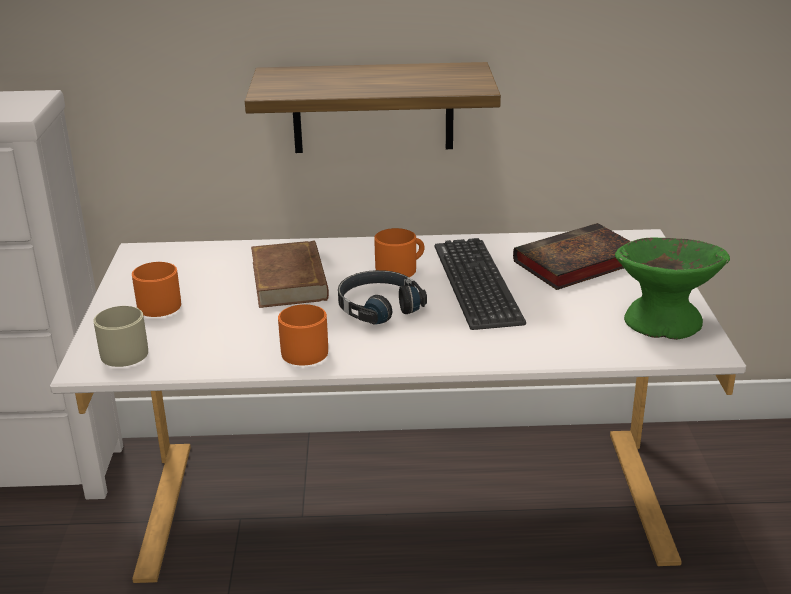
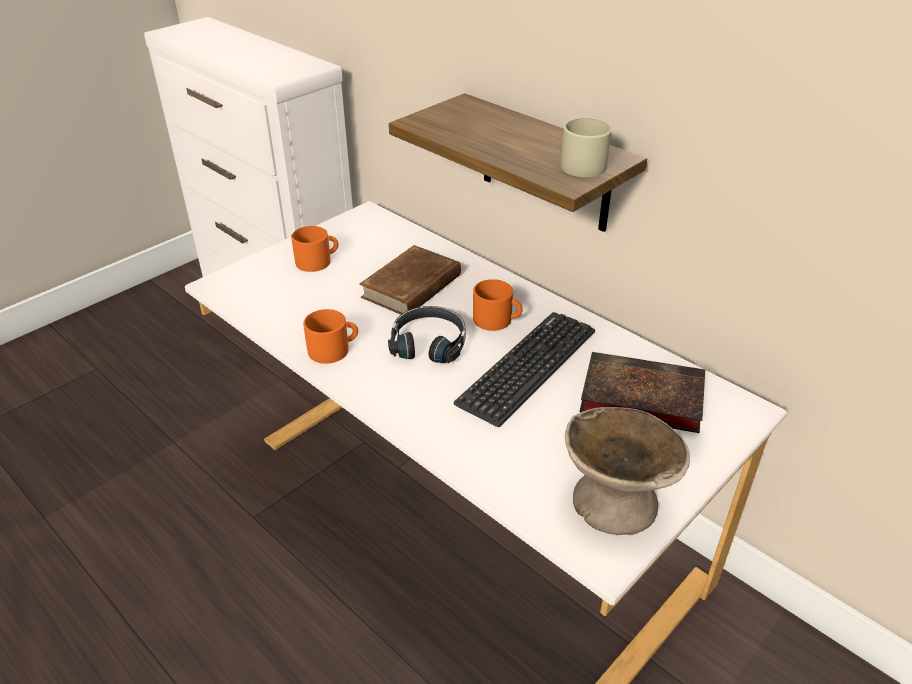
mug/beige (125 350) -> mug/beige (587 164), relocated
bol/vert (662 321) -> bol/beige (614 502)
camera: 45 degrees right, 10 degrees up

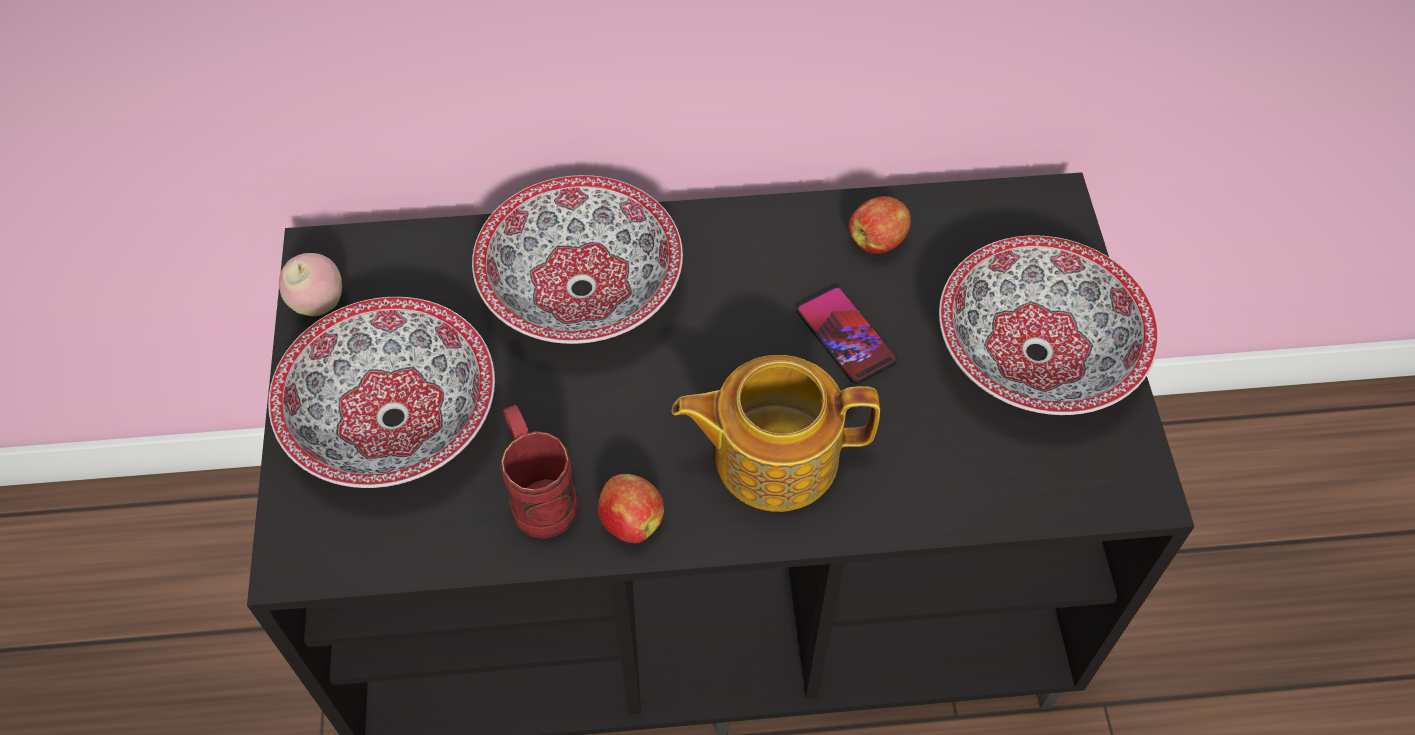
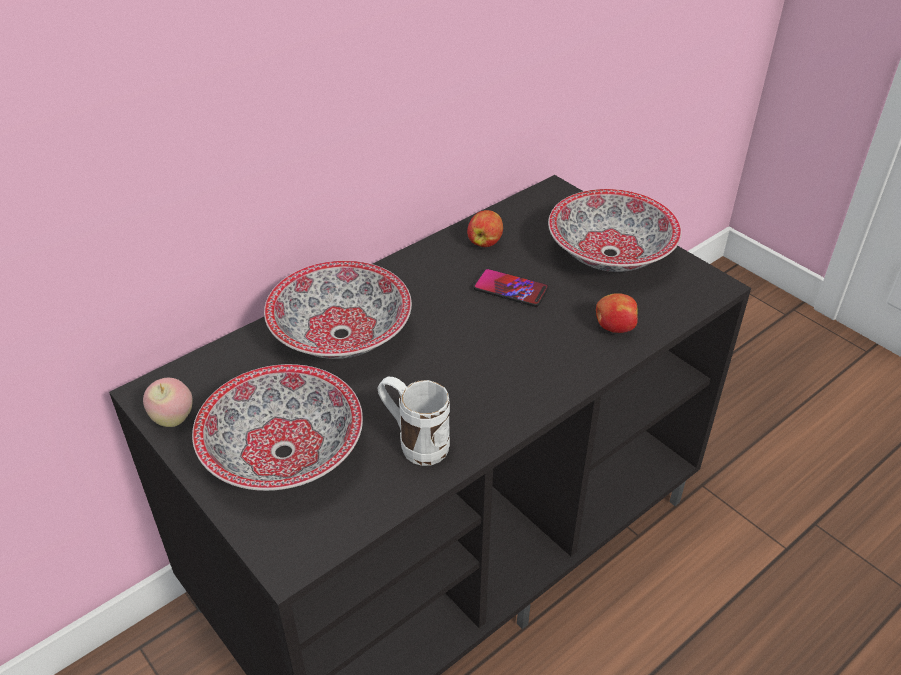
mug/rouge (539 495) -> mug/blanc (414 443)
pomme (630 521) -> pomme (614 327), relocated
théière (773 455) -> none
camera: 35 degrees left, 15 degrees down

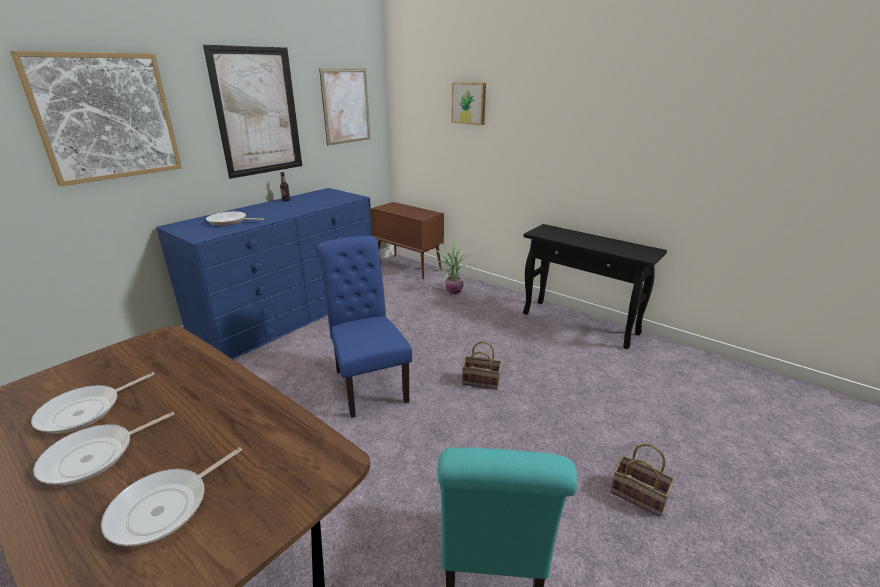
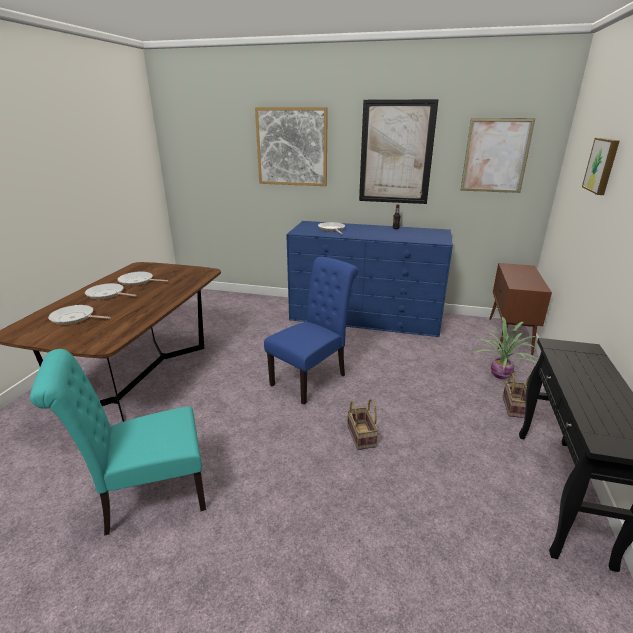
panier (640 495) -> panier (515 408), relocated
camera: 65 degrees right, 0 degrees up

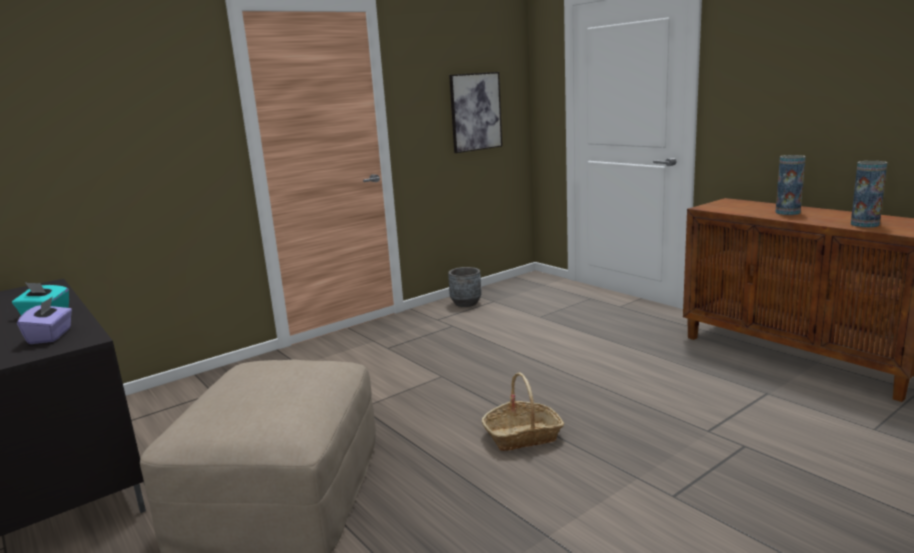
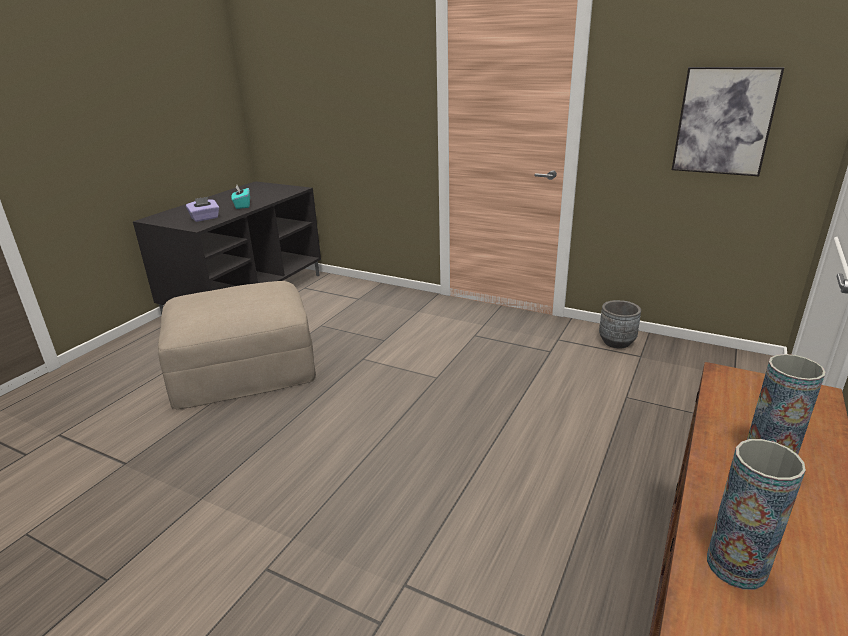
panier (523 436) -> none
camera: 65 degrees right, 10 degrees up

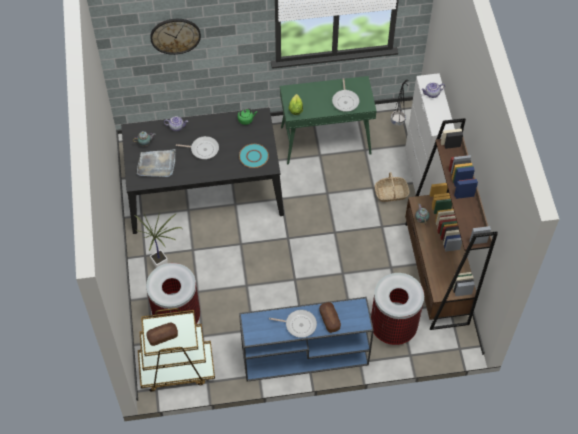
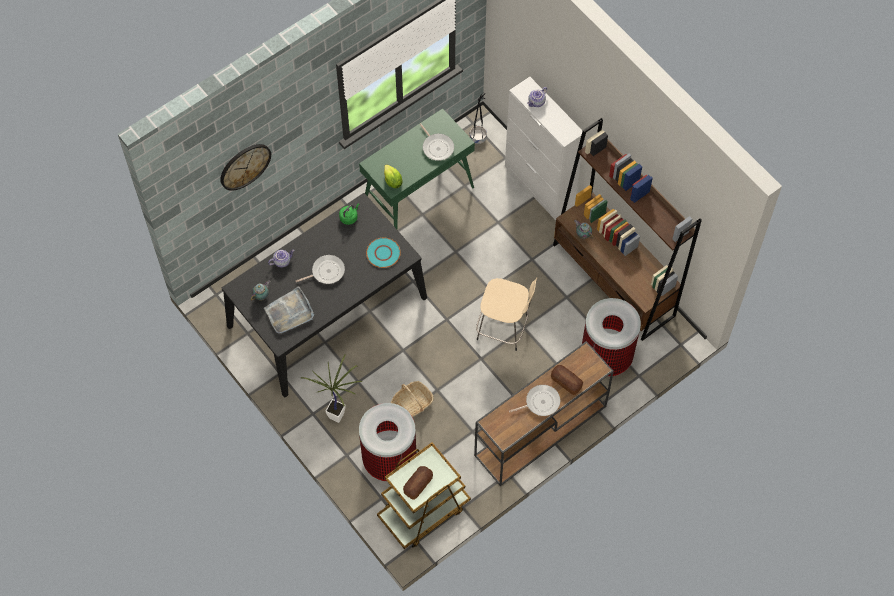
panier (391 193) -> panier (412 404), relocated
table console/bleu (303 357) -> table console/marron (539 432)
none -> tabouret/beige (504 328)
camera: 30 degrees left, 5 degrees up

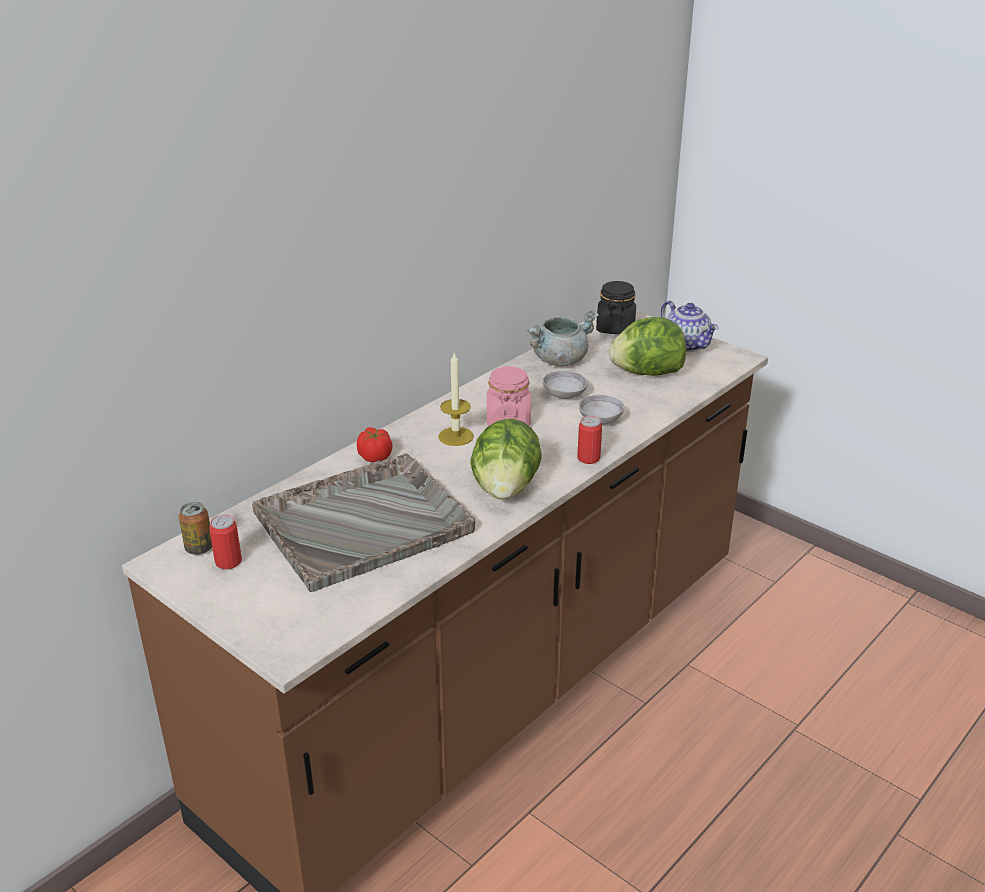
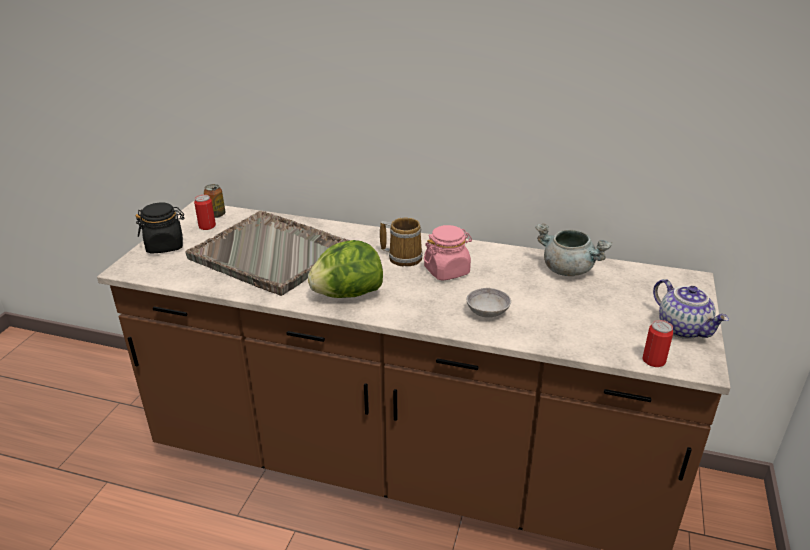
bocal/noir (615 328) -> bocal/noir (165 246), relocated
bougie (456 436) -> mug (403 257)
boîte métallique (588 458) -> boîte métallique (654 360), relocated
théière (687 345) -> théière (684 329), 60 degrees counterclockwise
tomate (375 456) -> none
bol/gris (564 395) -> none
laitue (646 373) -> none
camera: 65 degrees right, 0 degrees up

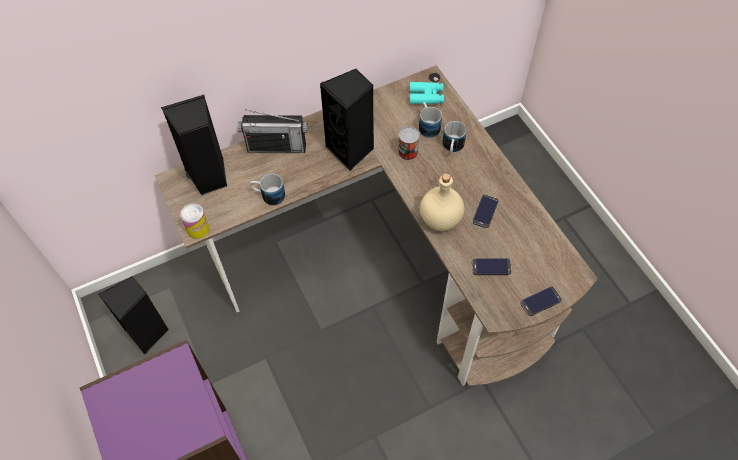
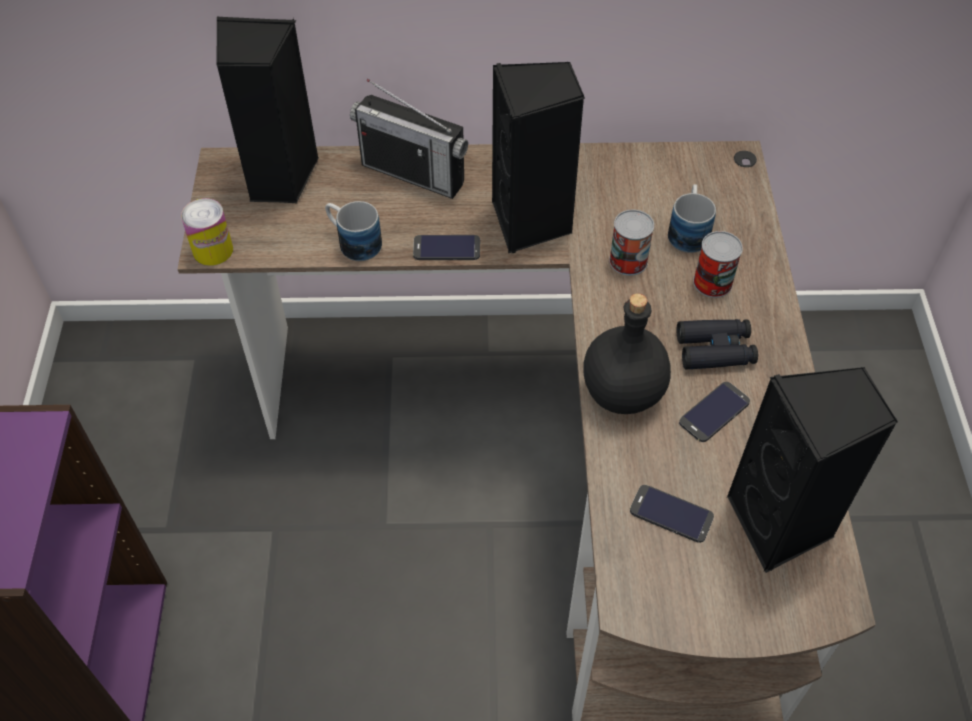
téléphone (540 301) -> téléphone (446 248), relocated
bouteille/beige (439 219) -> bouteille/noir (621 392)
none -> jumelles/noir (715 350)
mug (452 148) -> boîte métallique (712 282)
enceinte/noir (148 333) -> enceinte/noir (782 524), relocated
jumelles/turquoise (426 96) -> none
camera: 25 degrees right, 5 degrees down

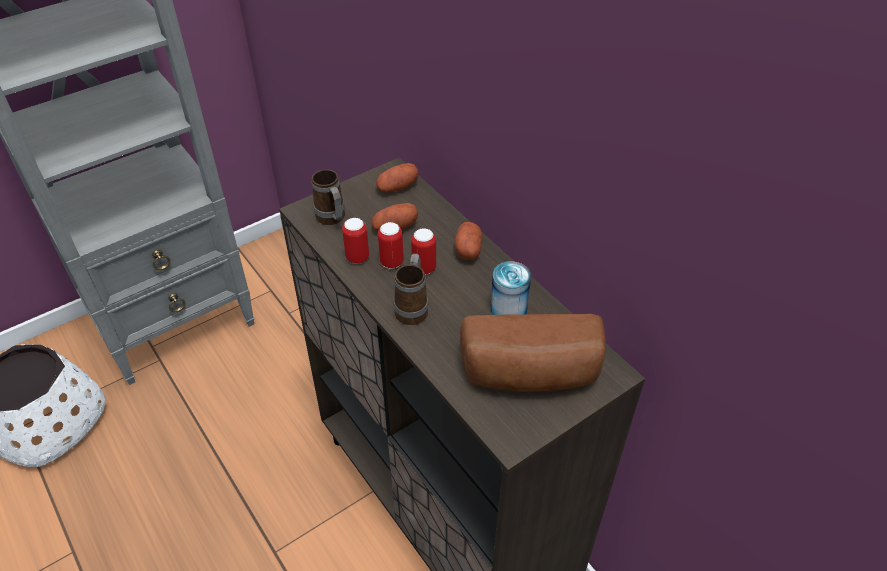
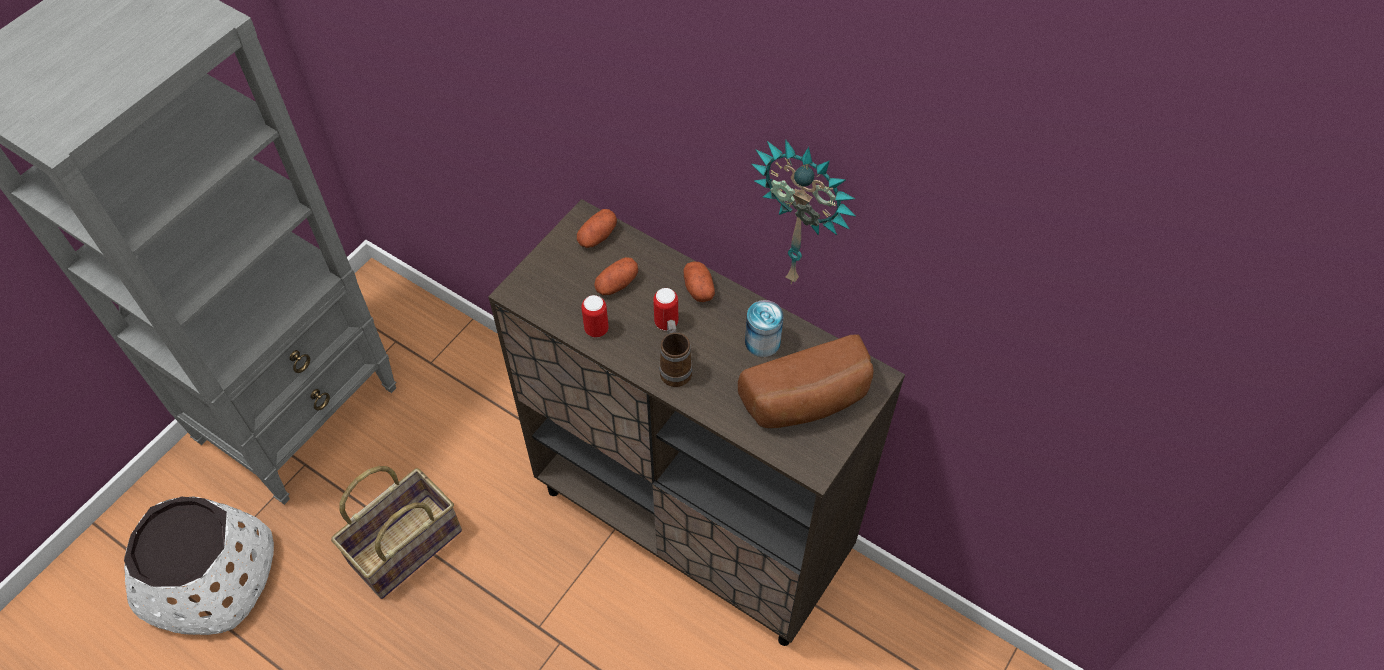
none -> panier (405 545)
none -> horloge murale (803 214)
mug (332 220) -> none
boîte métallique (392 262) -> none
camera: 20 degrees left, 10 degrees up

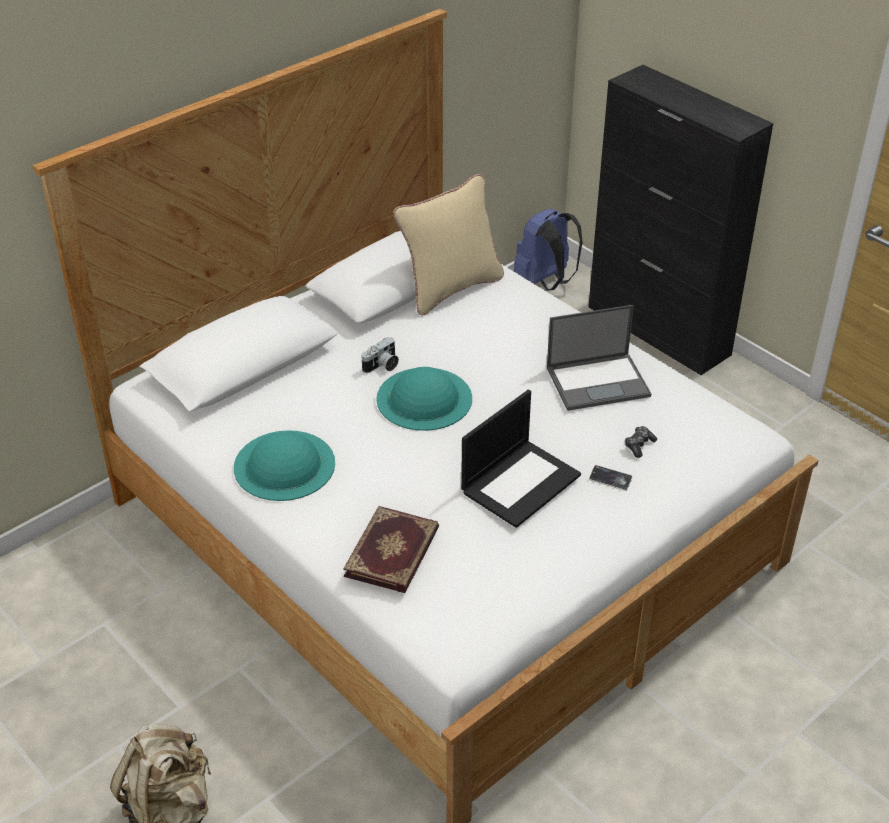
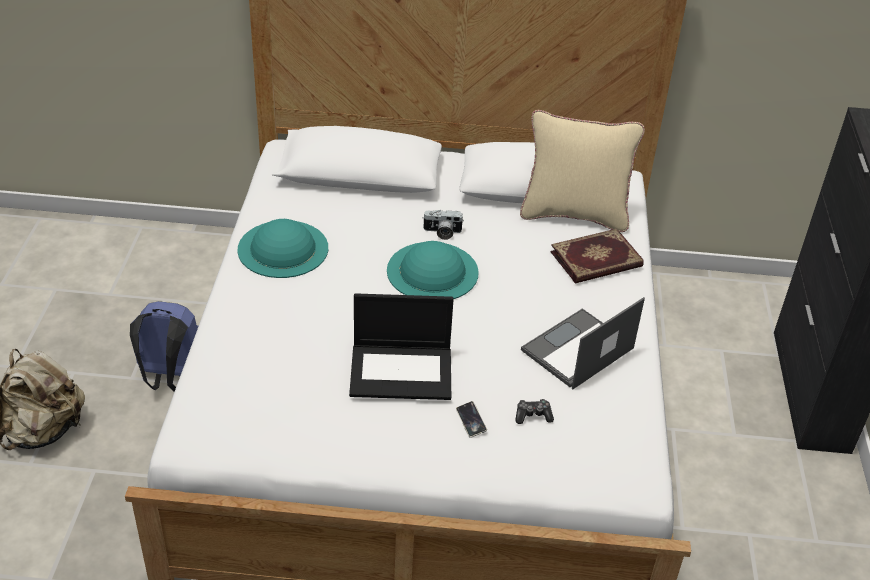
sac à dos/bleu (546 281) -> sac à dos/bleu (172 378), relocated
ordinateur portable (599 381) -> ordinateur portable (577 350), 105 degrees clockwise
livre (393 553) -> livre (596 260), relocated
camera: 45 degrees right, 0 degrees up

